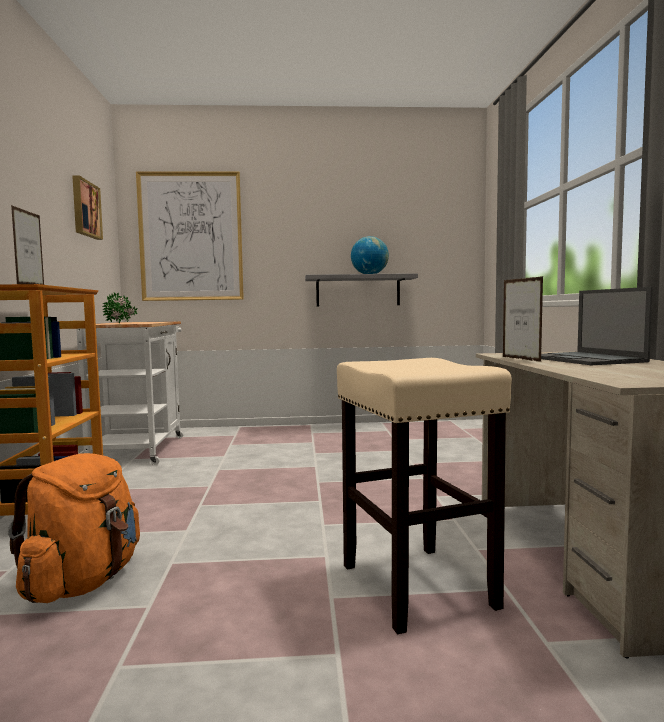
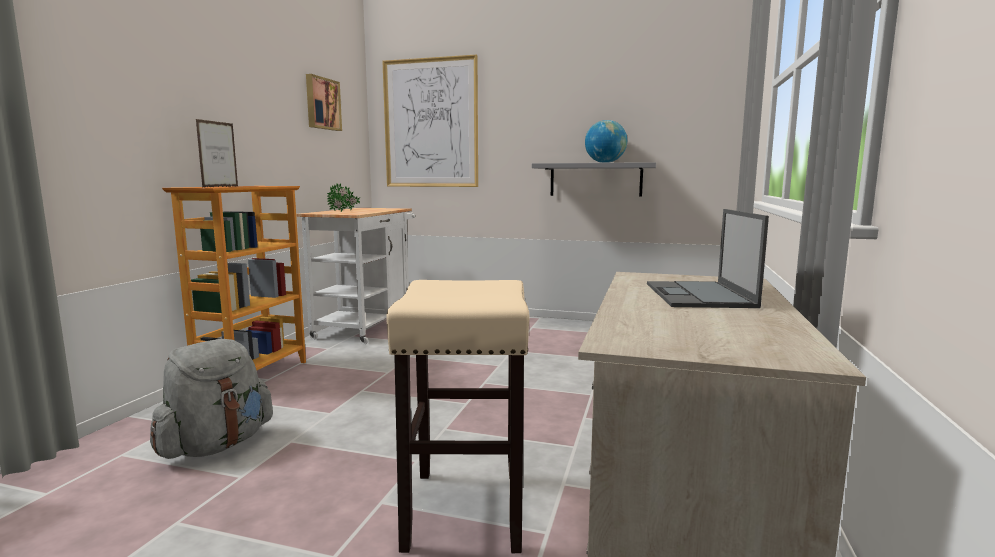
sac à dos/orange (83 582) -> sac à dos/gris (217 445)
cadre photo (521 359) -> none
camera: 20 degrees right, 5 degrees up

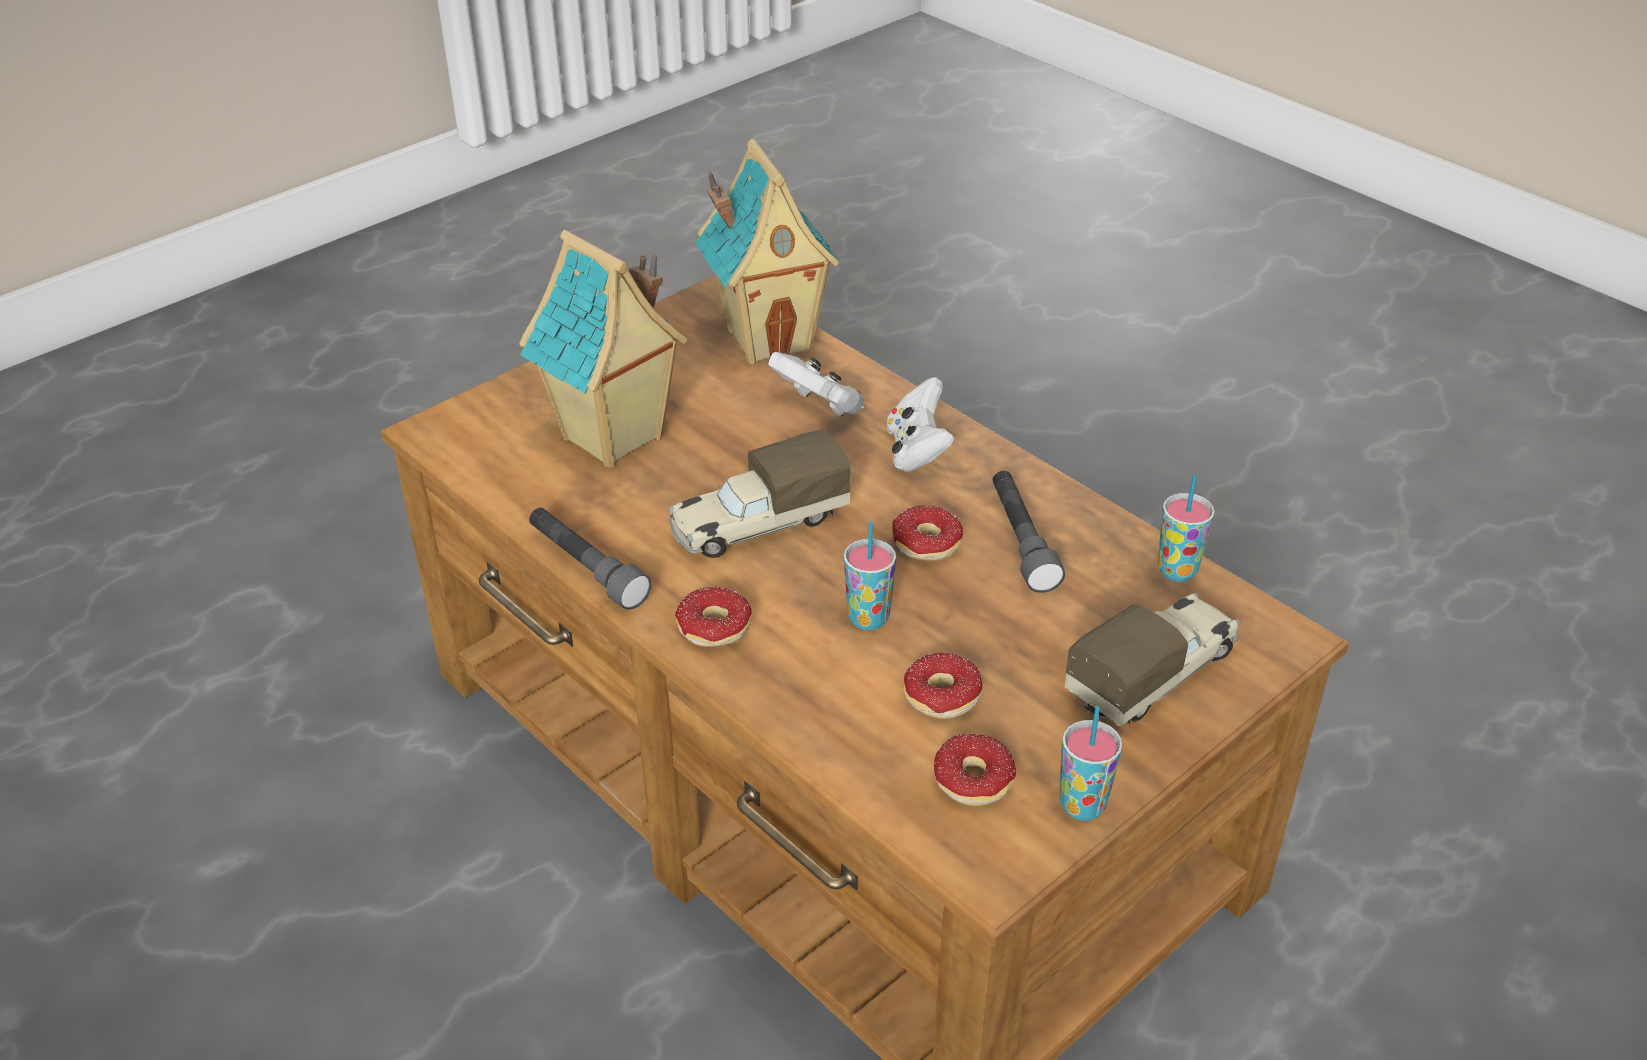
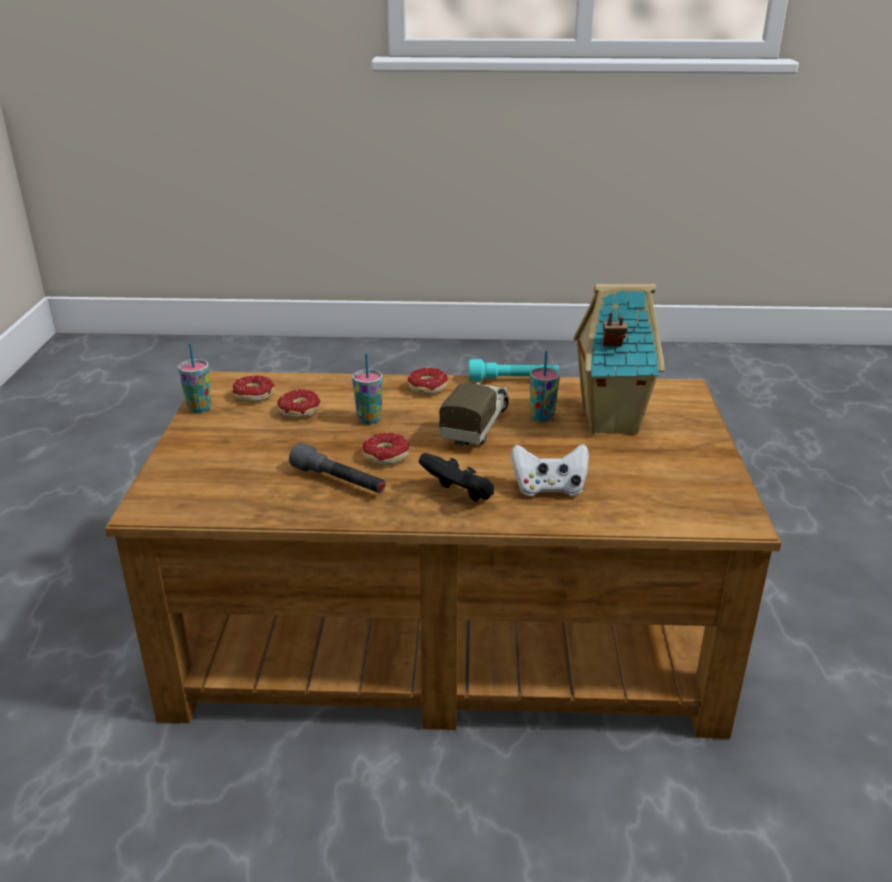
manette/blanc (917 451) -> manette/noir (459 495)
lampe de poche/gris (587 568) -> lampe de poche/turquoise (513 380)
tasse (1177 571) -> tasse (542 417), relocated
maison miniature (770 339) -> none
camion jouet (1153 675) -> none
camera: 135 degrees right, 10 degrees down

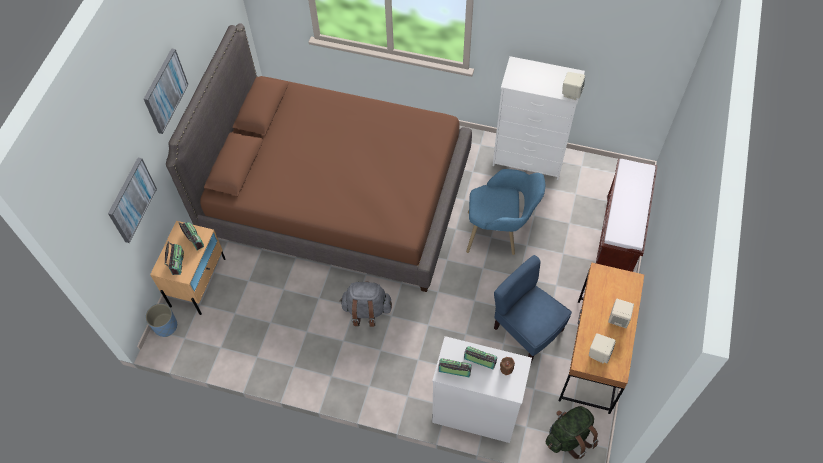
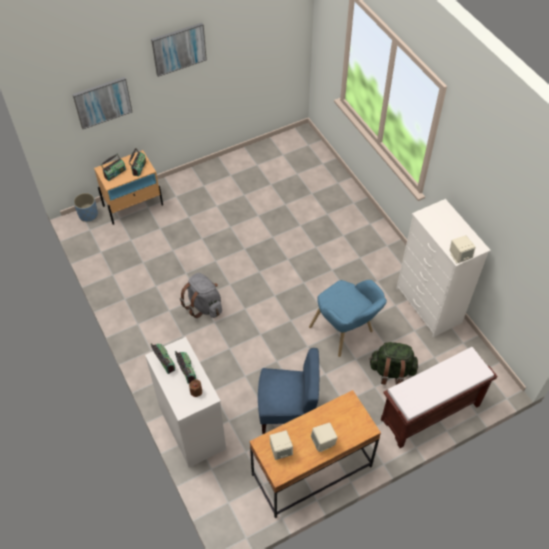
chaise/bleu (527 330) -> chaise/bleu (287 411), 90 degrees clockwise
sac à dos/vert (569 437) -> sac à dos/vert (391 371), relocated
lit/marron (337 196) -> none
camera: 45 degrees right, 5 degrees down

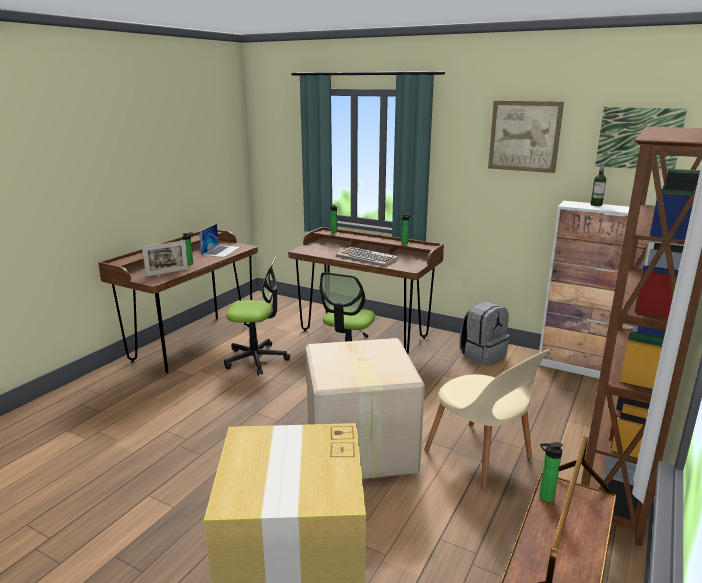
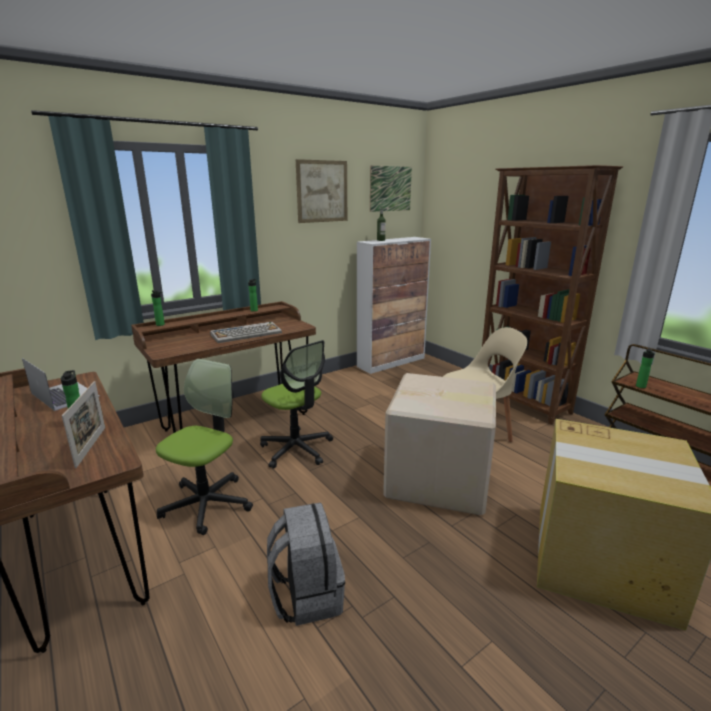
sac à dos/gris (482 355) -> sac à dos/gris (306 595), relocated
camera: 65 degrees left, 0 degrees up

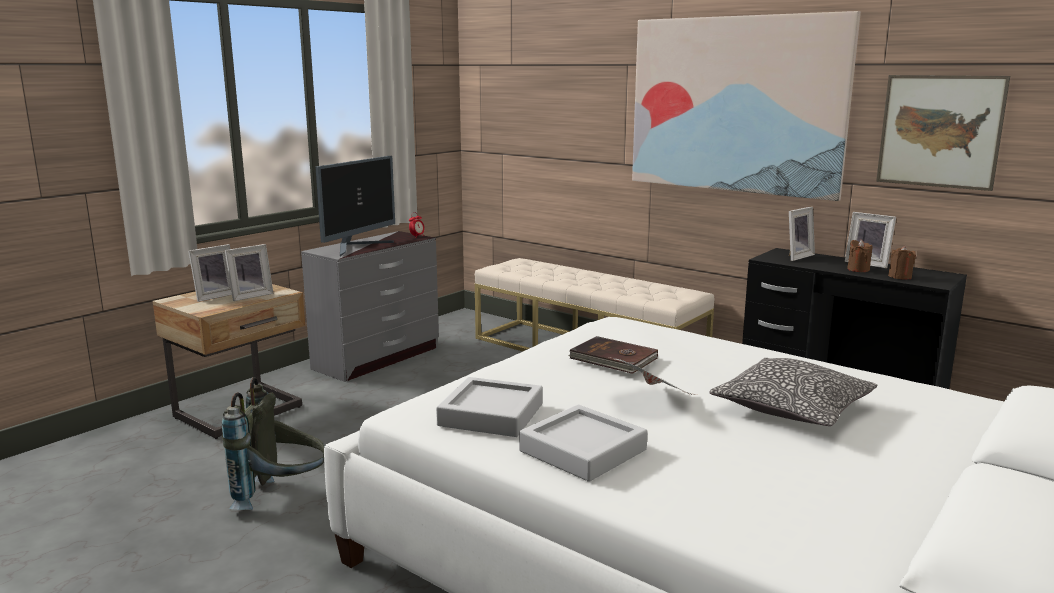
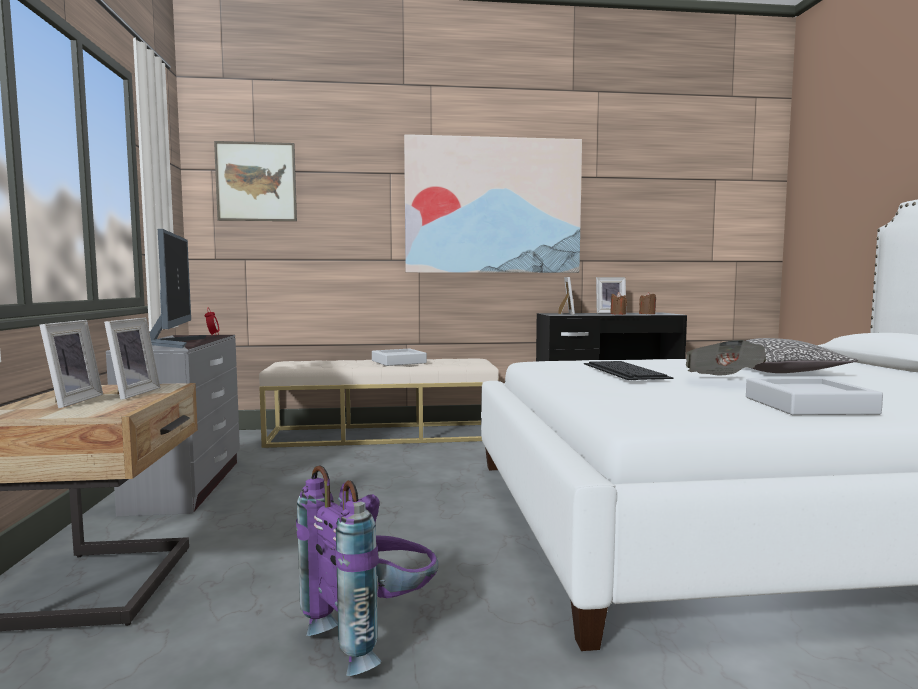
tableau (940 131) -> tableau (256 182), relocated
sac à dos/gris (282 497) -> sac à dos/violet (374 634)
plateau/gris (491 415) -> plateau/gris (398 362), relocated
livre/marron (613 359) -> clavier (625 371)
camera: 45 degrees left, 10 degrees down

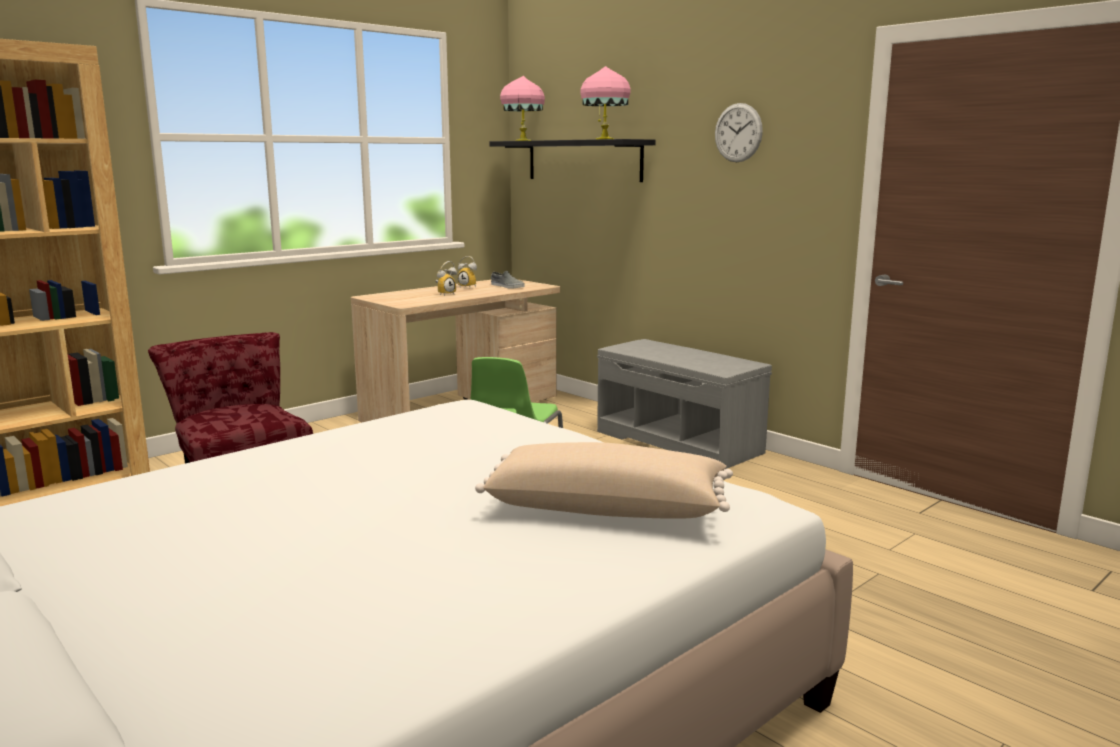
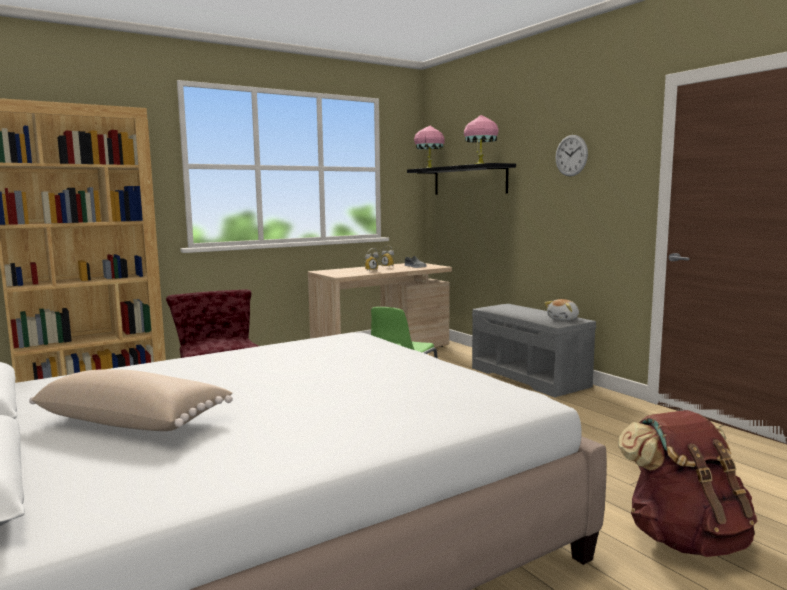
coussin/beige (607 507) -> coussin/beige (134 421), relocated
none -> peluche (564 319)
none -> sac à dos/marron (685 538)
camera: 10 degrees right, 5 degrees down

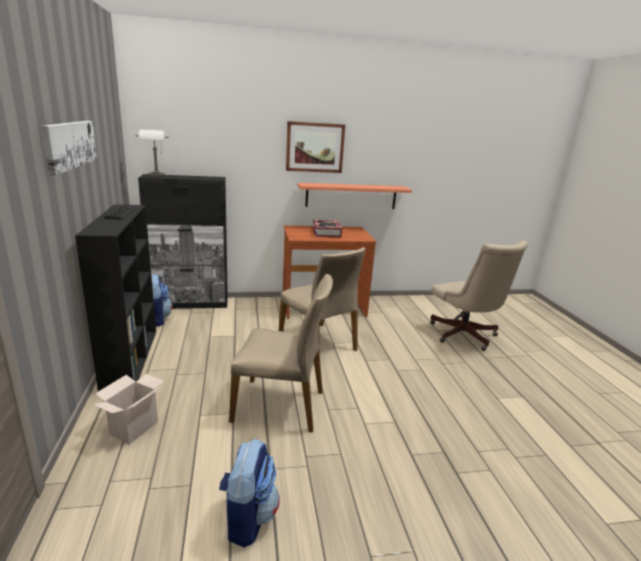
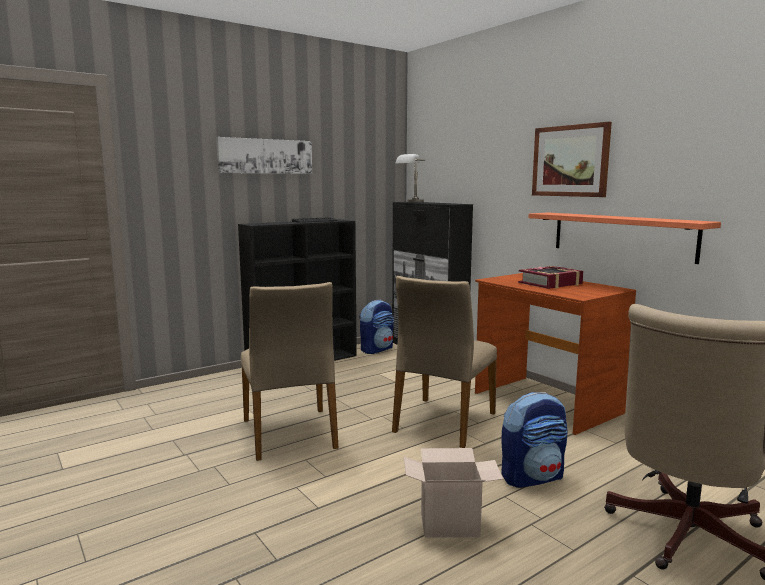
carton (134 427) -> carton (451 524), relocated
sac à dos (247 518) -> sac à dos (532 477), relocated
camera: 65 degrees right, 10 degrees down

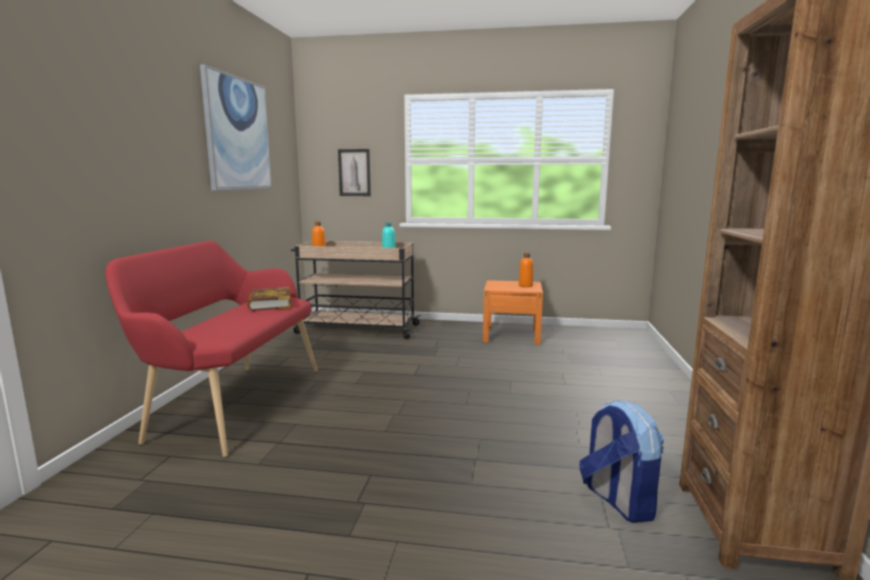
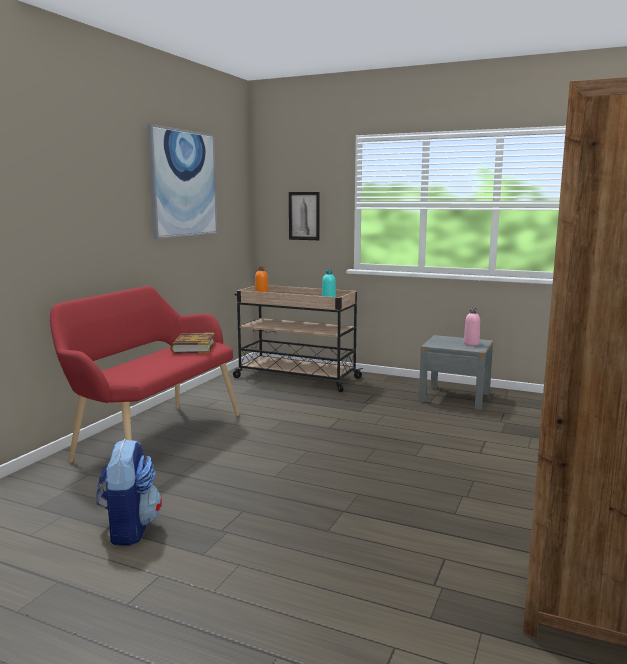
sac à dos (617 500) -> sac à dos (129 529), relocated
table de chevet/orange (511 335) -> table de chevet/gris (454 397)
bouteille/orange (525 285) -> bouteille/rose (471 344)
camera: 15 degrees right, 0 degrees up

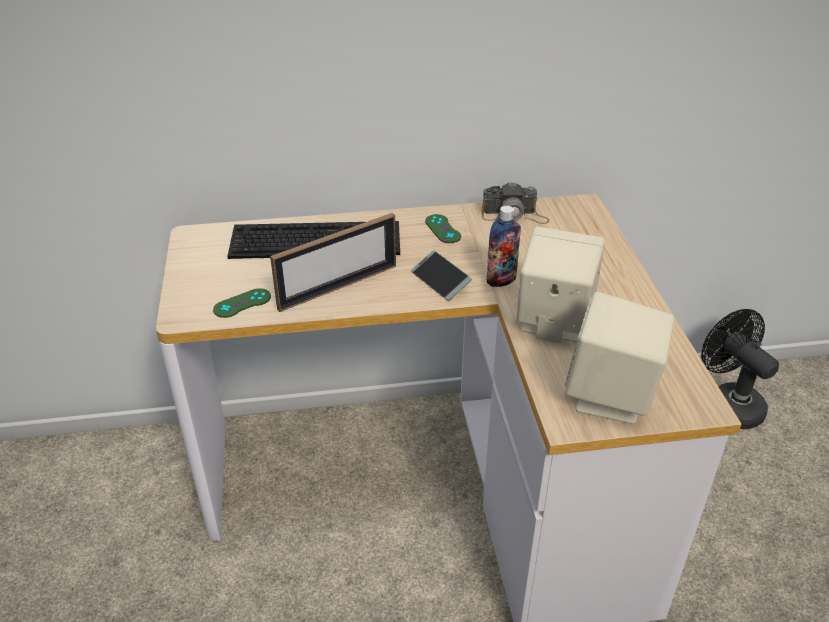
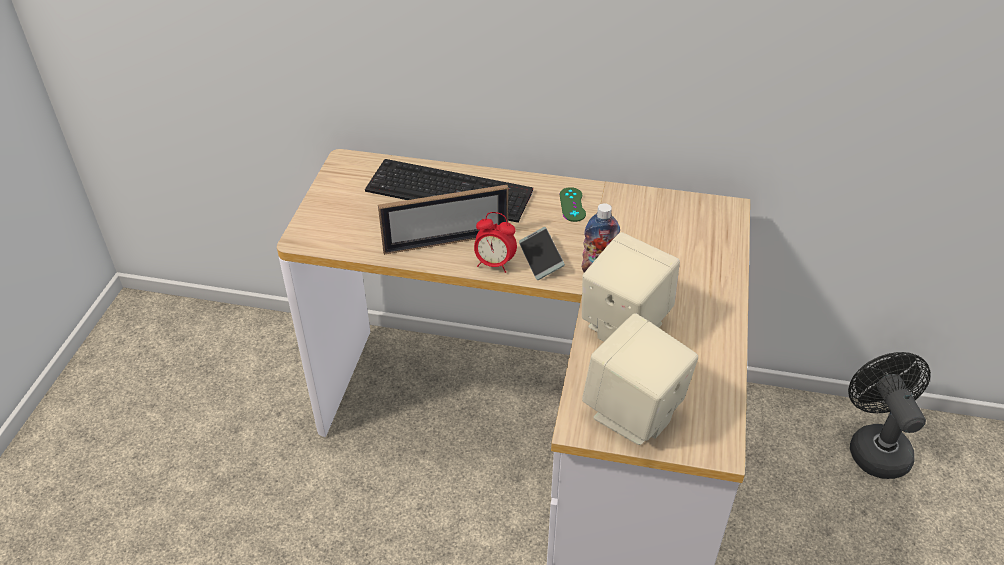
none -> réveil (494 264)
manette/vert (242 303) -> none
appareil photo (514 215) -> none
camera: 20 degrees right, 5 degrees up

